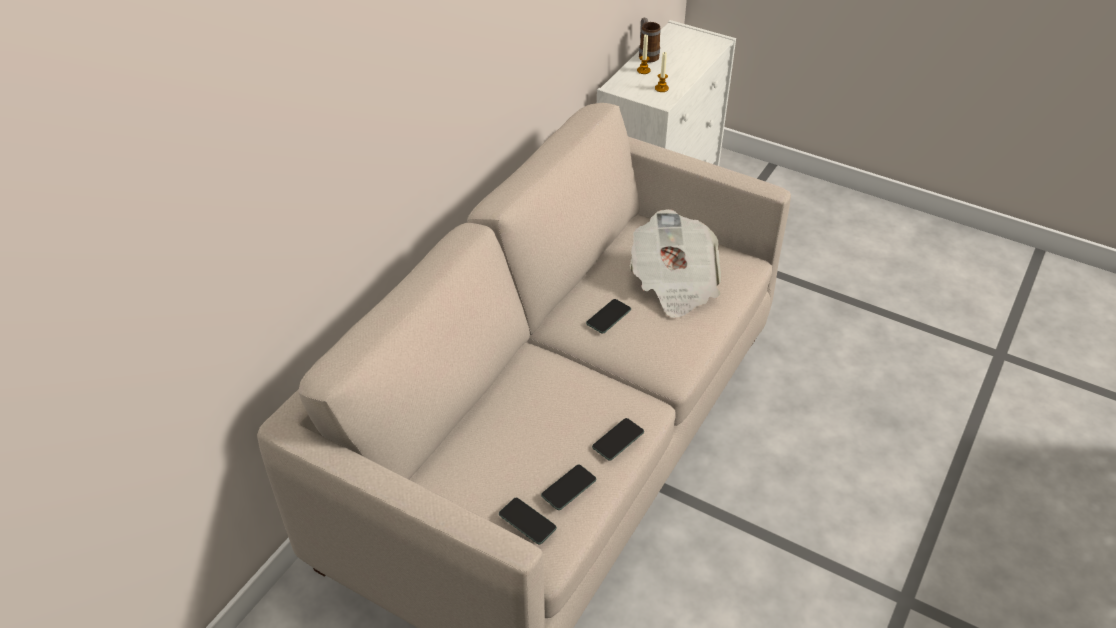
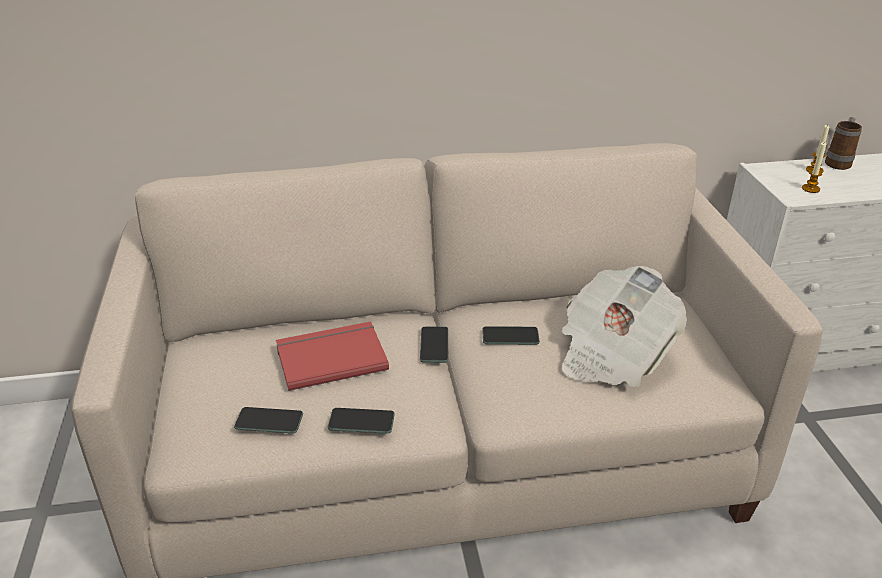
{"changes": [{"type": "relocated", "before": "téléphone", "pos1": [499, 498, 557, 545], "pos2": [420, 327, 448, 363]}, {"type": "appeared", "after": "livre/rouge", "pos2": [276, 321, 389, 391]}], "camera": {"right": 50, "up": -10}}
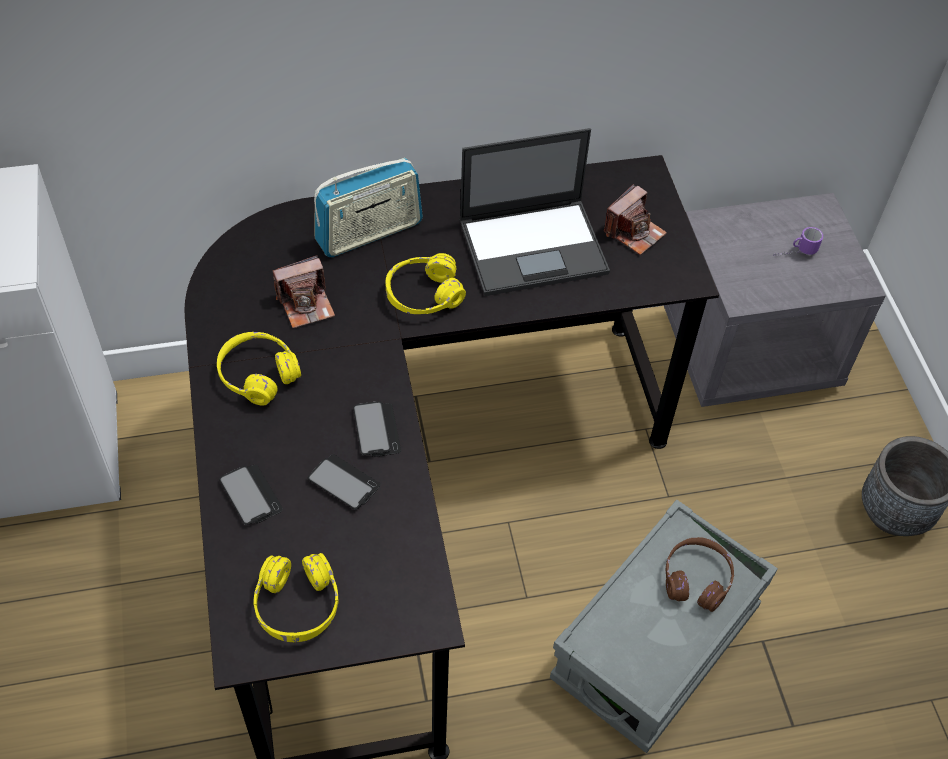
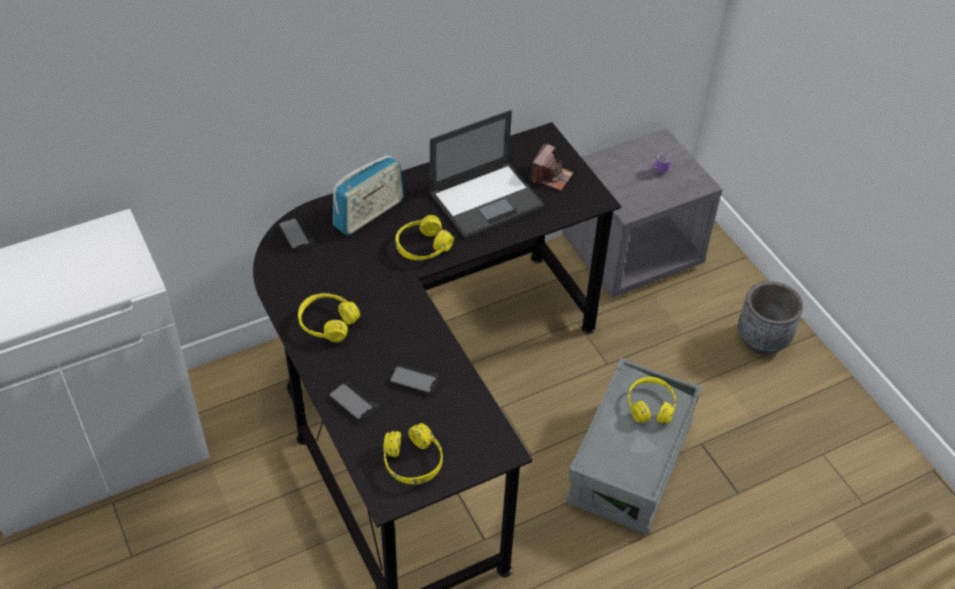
{"changes": [{"type": "missing", "before": "appareil photo", "pos1": [273, 255, 335, 328]}, {"type": "relocated", "before": "téléphone", "pos1": [353, 401, 401, 457], "pos2": [278, 218, 317, 250]}, {"type": "colour", "before": "casque audio/marron", "after": "casque audio/jaune", "pos1": [666, 537, 734, 612], "pos2": [628, 377, 676, 424]}], "camera": {"right": -15, "up": -5}}
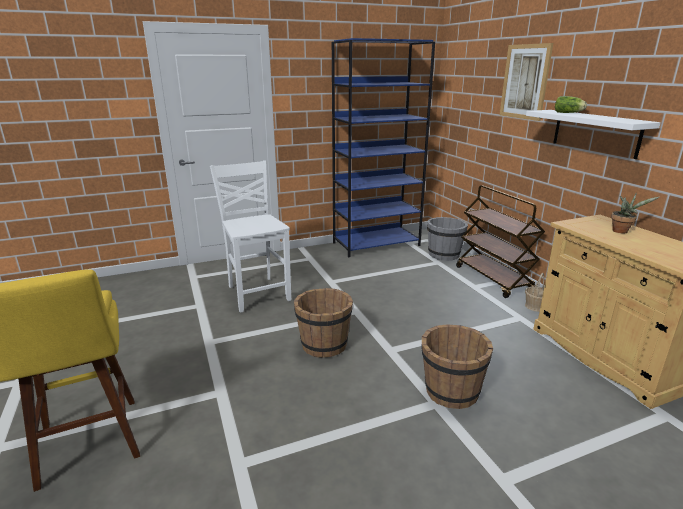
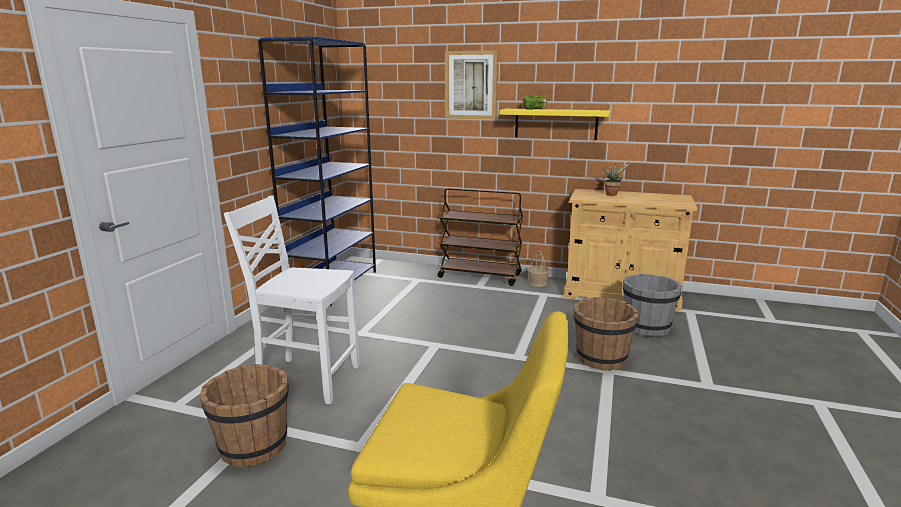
{"changes": [{"type": "relocated", "before": "seau/marron", "pos1": [294, 288, 353, 358], "pos2": [199, 364, 289, 467]}, {"type": "relocated", "before": "seau/gris", "pos1": [427, 217, 468, 261], "pos2": [623, 274, 682, 336]}, {"type": "colour", "before": "étagère/blanc", "after": "étagère/jaune", "pos1": [526, 110, 661, 159], "pos2": [500, 109, 611, 140]}], "camera": {"right": -50, "up": -5}}
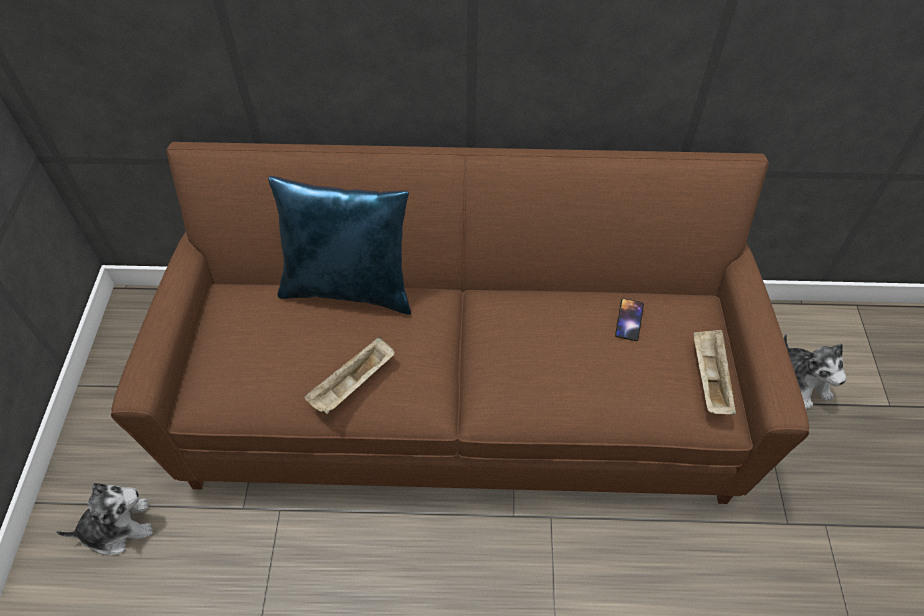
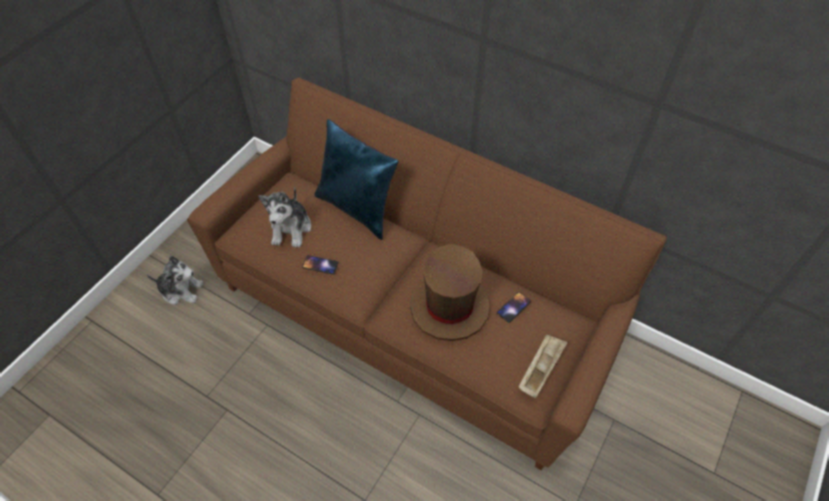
{"changes": [{"type": "exchanged", "before": "plateau/beige", "after": "téléphone", "pos1": [304, 337, 395, 414], "pos2": [302, 255, 338, 274]}, {"type": "relocated", "before": "peluche", "pos1": [784, 334, 847, 410], "pos2": [259, 187, 311, 248]}, {"type": "appeared", "after": "chapeau/marron", "pos2": [410, 244, 489, 341]}], "camera": {"right": 30, "up": 0}}
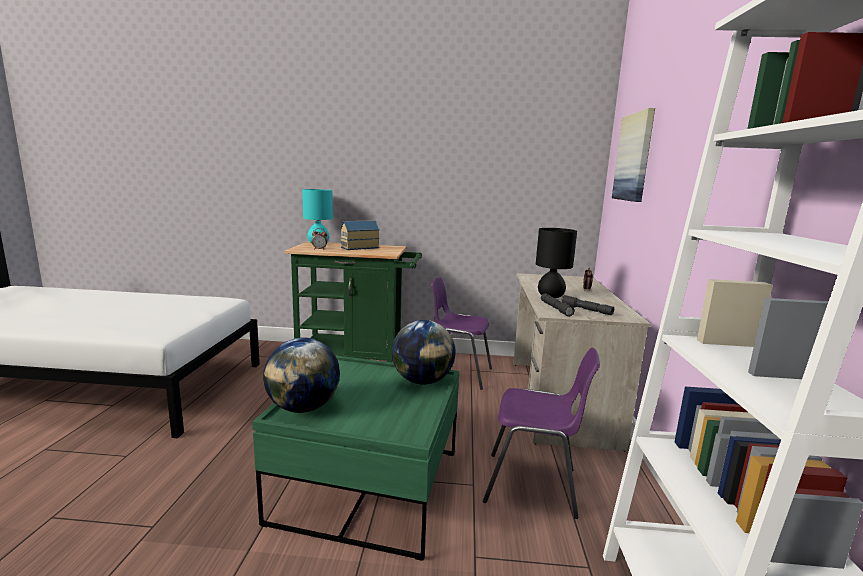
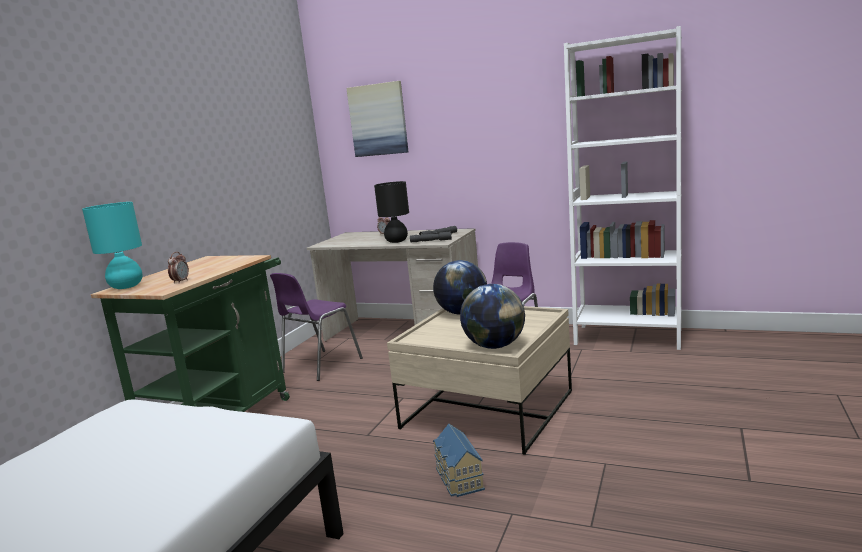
{"changes": [{"type": "colour", "before": "table basse/vert", "after": "table basse/beige", "pos1": [252, 355, 459, 561], "pos2": [387, 306, 572, 455]}, {"type": "relocated", "before": "maison miniature", "pos1": [341, 220, 379, 250], "pos2": [433, 424, 485, 497]}], "camera": {"right": -70, "up": 0}}
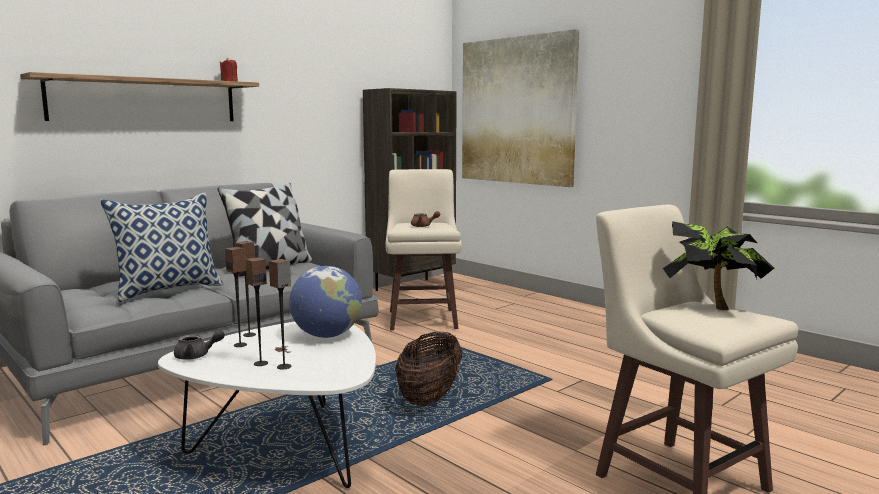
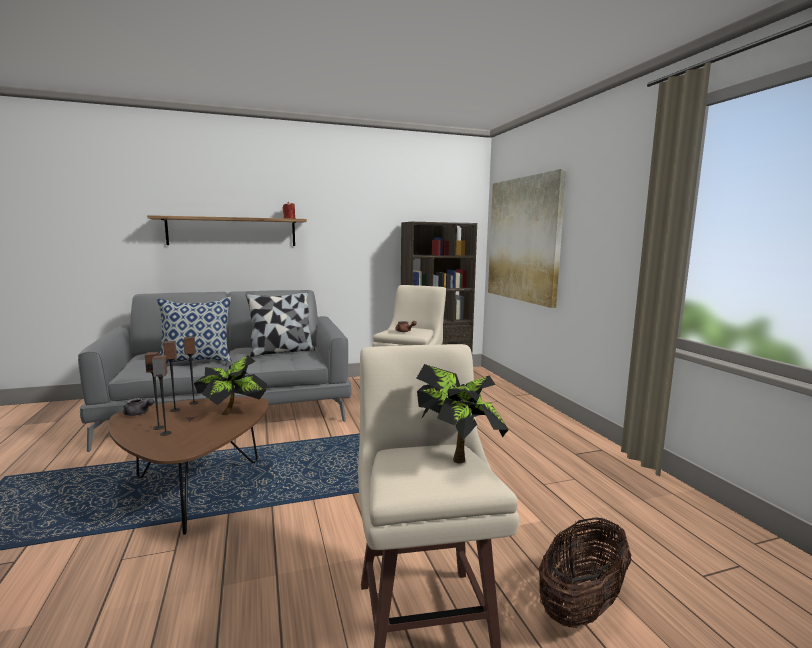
{"changes": [{"type": "colour", "before": "table basse/blanc", "after": "table basse/marron", "pos1": [158, 321, 376, 488], "pos2": [108, 397, 269, 535]}, {"type": "exchanged", "before": "globe", "after": "plante en pot", "pos1": [289, 266, 362, 338], "pos2": [194, 355, 267, 415]}, {"type": "relocated", "before": "panier", "pos1": [395, 332, 462, 406], "pos2": [539, 517, 631, 628]}], "camera": {"right": 25, "up": 0}}
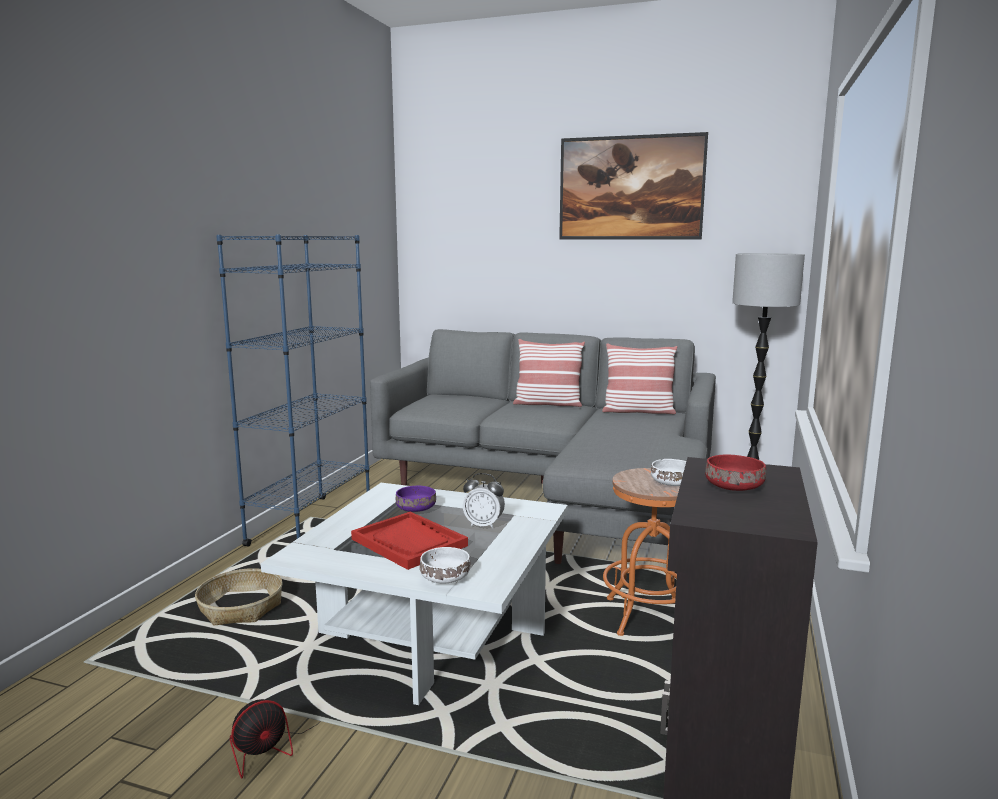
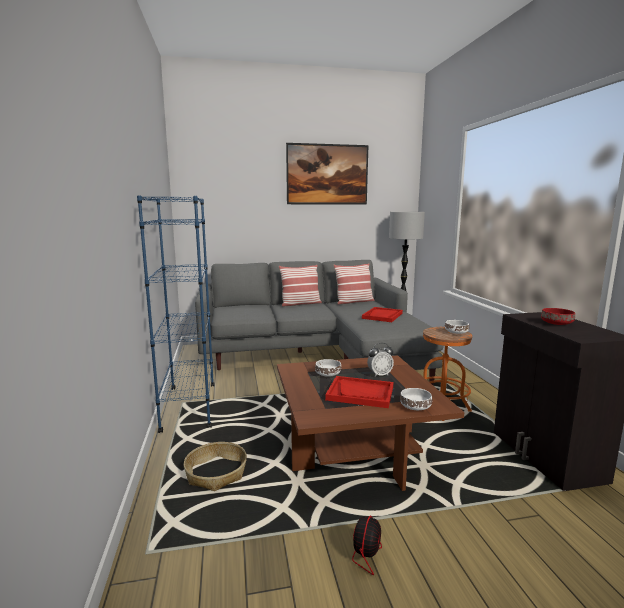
{"changes": [{"type": "colour", "before": "table basse/blanc", "after": "table basse/marron", "pos1": [261, 483, 568, 705], "pos2": [277, 355, 464, 491]}, {"type": "colour", "before": "bol/violet", "after": "bol/blanc", "pos1": [396, 486, 436, 512], "pos2": [315, 359, 341, 377]}, {"type": "appeared", "after": "plateau/rouge", "pos2": [362, 307, 403, 322]}], "camera": {"right": -30, "up": 0}}
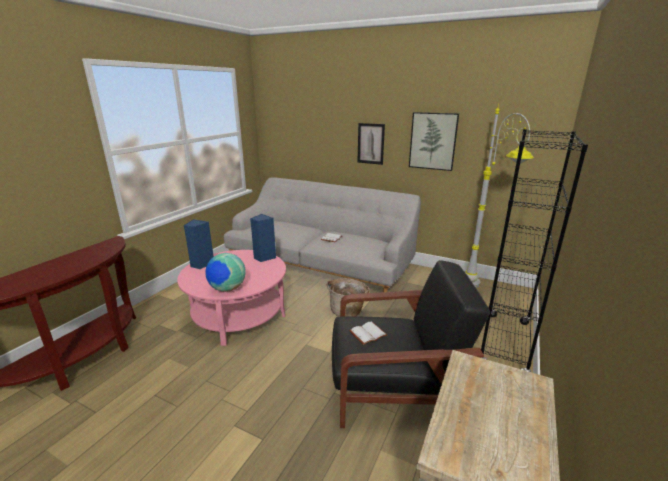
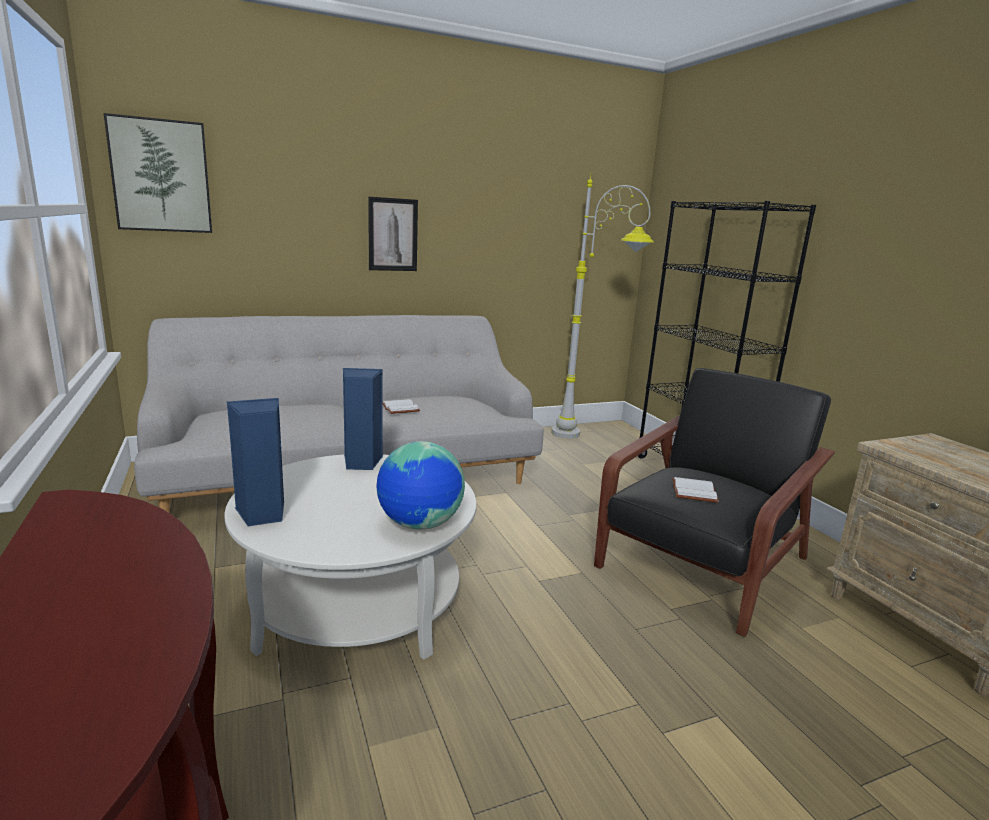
{"changes": [{"type": "colour", "before": "table basse/rose", "after": "table basse/blanc", "pos1": [177, 250, 286, 346], "pos2": [224, 454, 477, 660]}, {"type": "missing", "before": "panier", "pos1": [327, 278, 369, 316]}, {"type": "relocated", "before": "tableau", "pos1": [409, 112, 459, 171], "pos2": [104, 113, 212, 233]}], "camera": {"right": -50, "up": -5}}
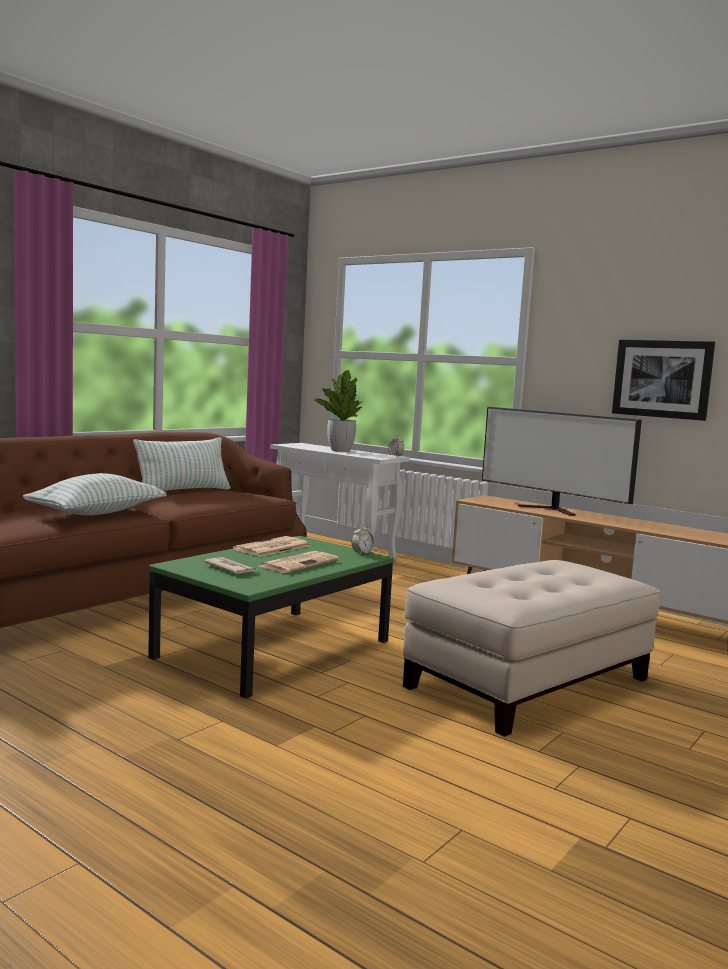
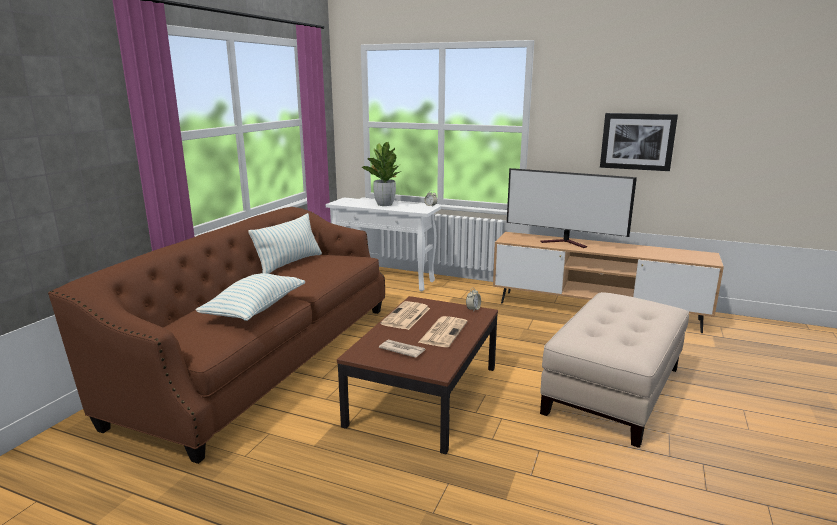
{"changes": [{"type": "colour", "before": "table basse/vert", "after": "table basse/marron", "pos1": [148, 536, 394, 699], "pos2": [337, 296, 498, 454]}], "camera": {"right": -15, "up": 10}}
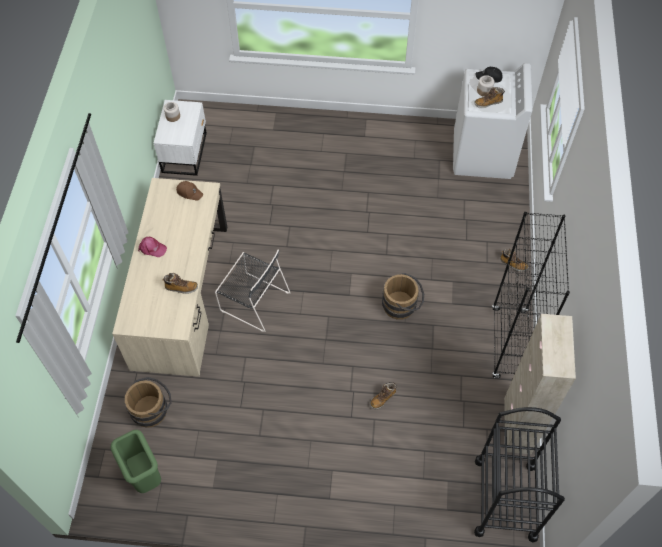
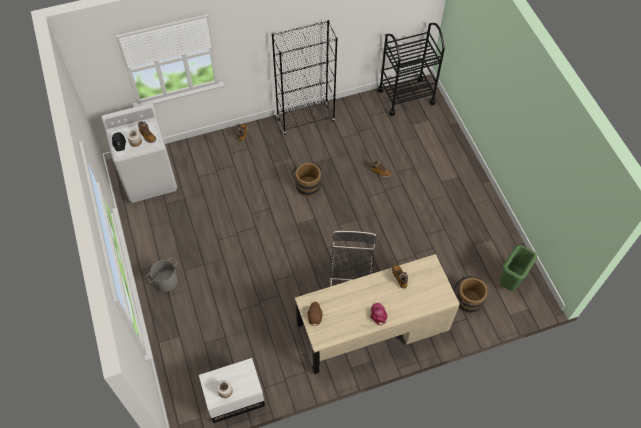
{"changes": [{"type": "missing", "before": "meuble de rangement/beige", "pos1": [504, 314, 576, 454]}, {"type": "appeared", "after": "seau/gris", "pos2": [146, 257, 178, 292]}], "camera": {"right": -115, "up": 0}}
